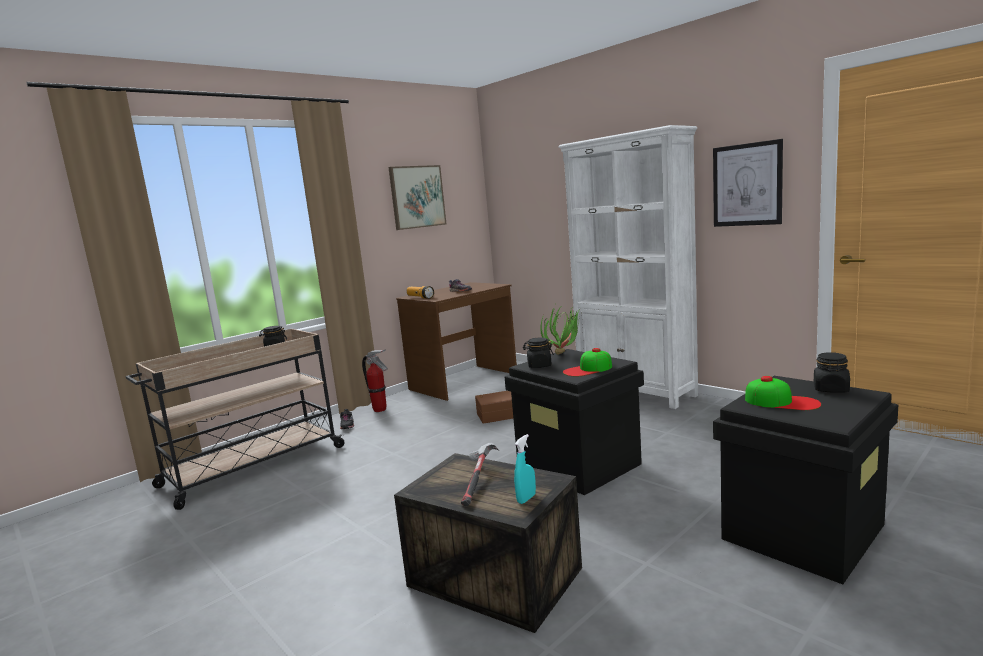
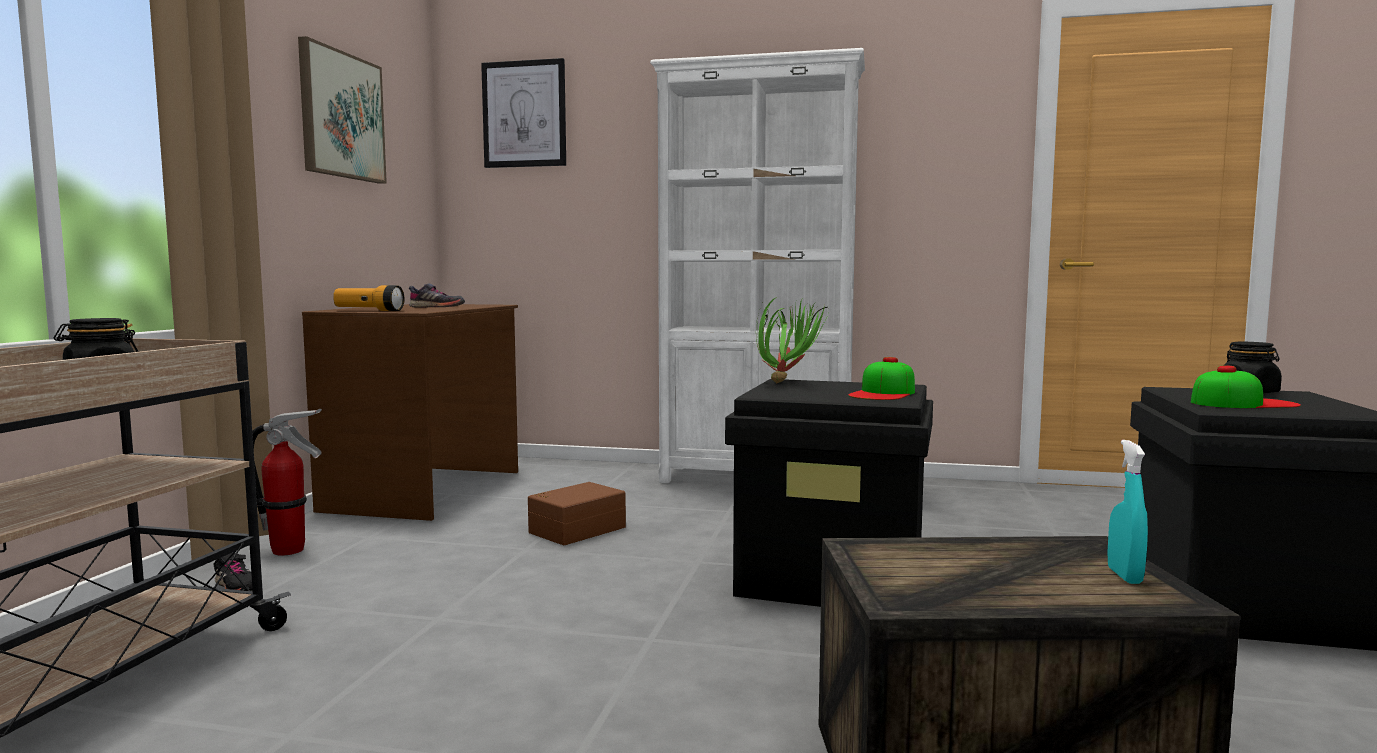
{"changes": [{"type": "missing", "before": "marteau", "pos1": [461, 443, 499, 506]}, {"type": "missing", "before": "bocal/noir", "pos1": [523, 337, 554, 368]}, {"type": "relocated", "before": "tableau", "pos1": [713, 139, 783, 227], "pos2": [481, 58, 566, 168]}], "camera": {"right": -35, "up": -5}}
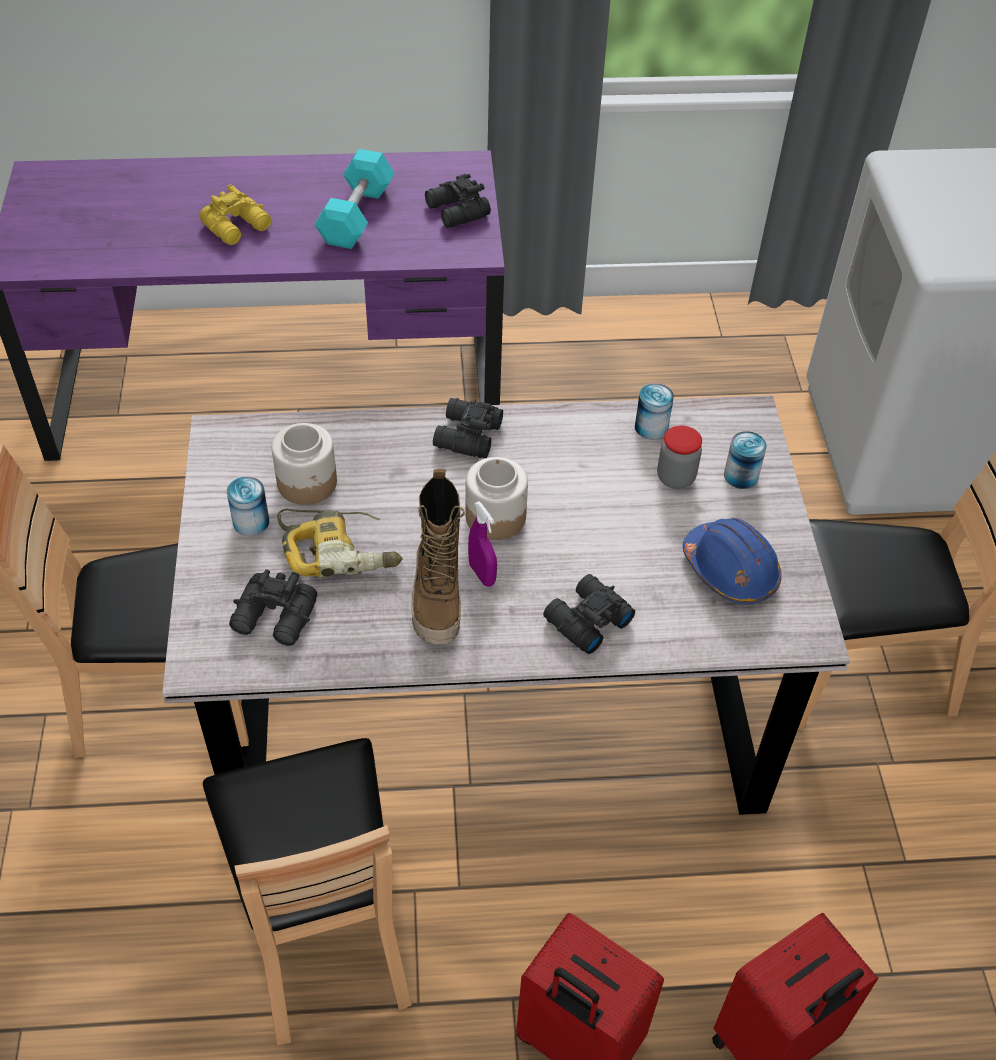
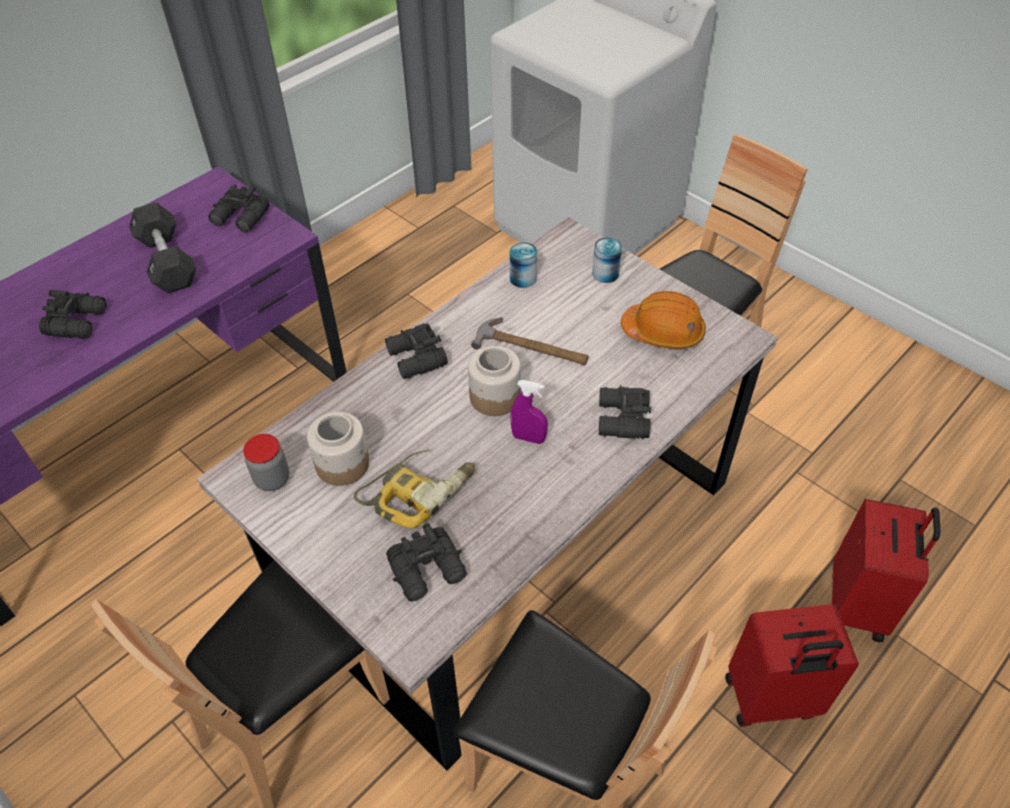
{"changes": [{"type": "colour", "before": "jumelles/jaune", "after": "jumelles/noir", "pos1": [199, 184, 271, 245], "pos2": [39, 290, 106, 339]}, {"type": "missing", "before": "boîte métallique", "pos1": [227, 476, 269, 536]}, {"type": "colour", "before": "haltère/turquoise", "after": "haltère/noir", "pos1": [314, 149, 394, 249], "pos2": [129, 202, 196, 293]}, {"type": "missing", "before": "botte", "pos1": [412, 469, 465, 644]}, {"type": "relocated", "before": "bocal", "pos1": [657, 426, 702, 489], "pos2": [243, 434, 289, 491]}, {"type": "colour", "before": "casque de chantier/bleu", "after": "casque de chantier/orange", "pos1": [683, 518, 782, 604], "pos2": [621, 291, 706, 349]}, {"type": "appeared", "after": "marteau", "pos2": [471, 317, 588, 365]}], "camera": {"right": -40, "up": 0}}
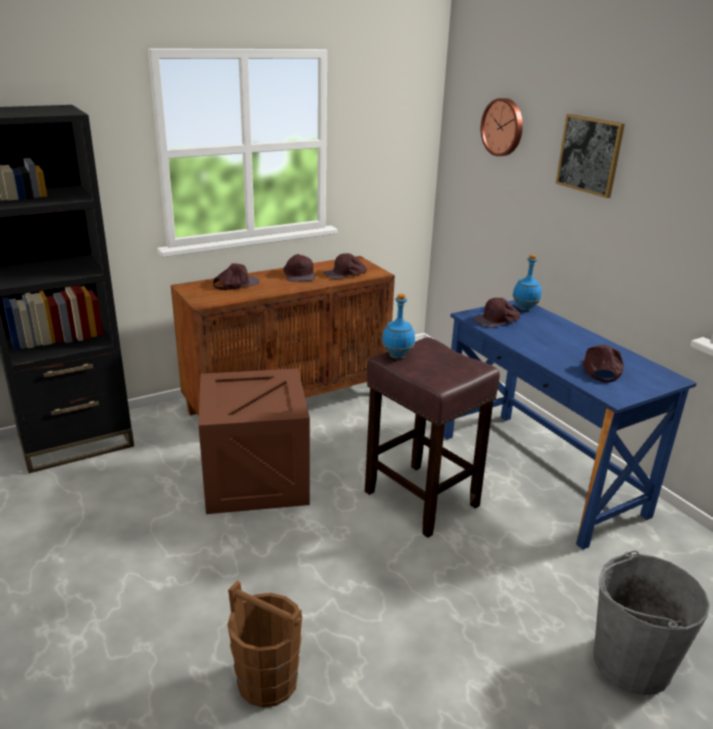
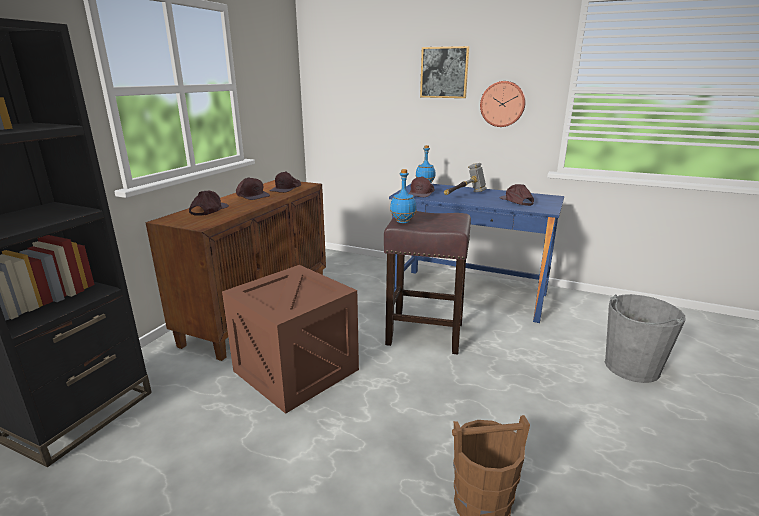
{"changes": [{"type": "relocated", "before": "horloge murale", "pos1": [481, 98, 523, 156], "pos2": [480, 81, 526, 127]}, {"type": "appeared", "after": "marteau", "pos2": [444, 163, 487, 195]}], "camera": {"right": -35, "up": -5}}
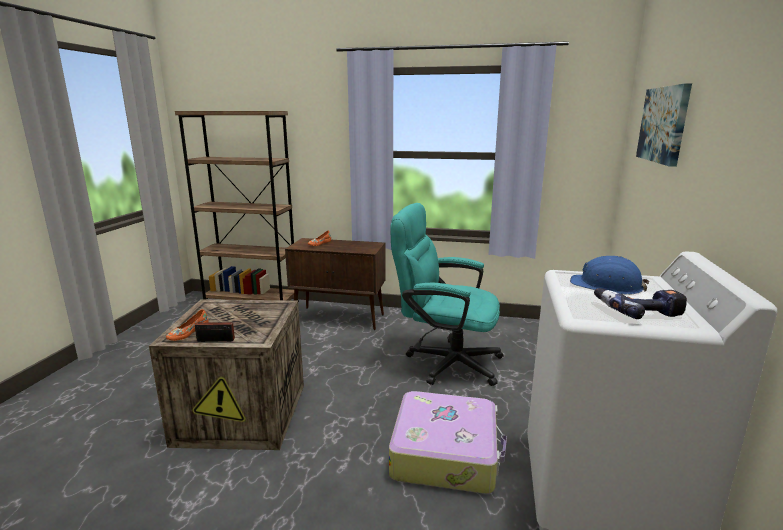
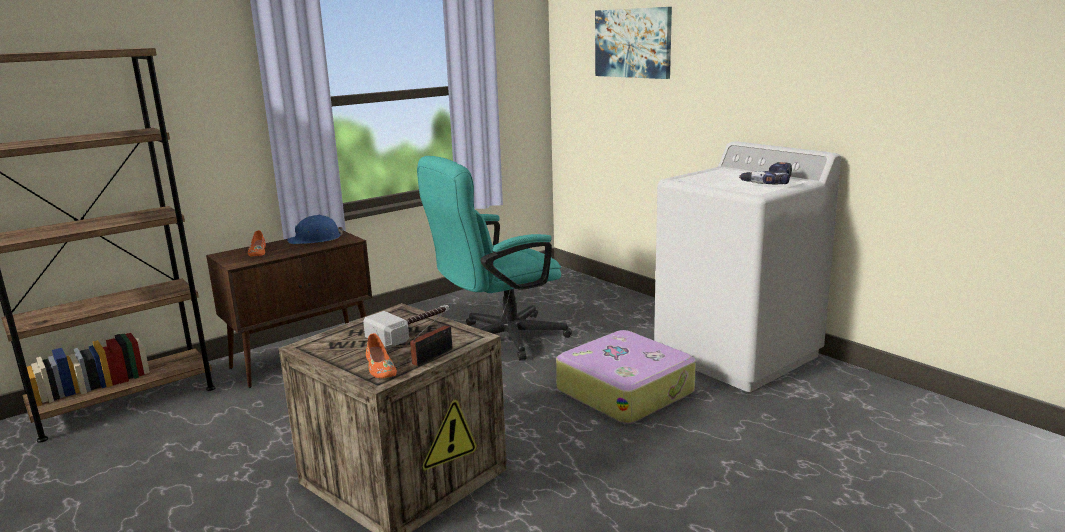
{"changes": [{"type": "relocated", "before": "casque de chantier/bleu", "pos1": [570, 256, 649, 295], "pos2": [287, 215, 343, 244]}, {"type": "appeared", "after": "marteau", "pos2": [363, 305, 449, 348]}], "camera": {"right": -50, "up": 0}}
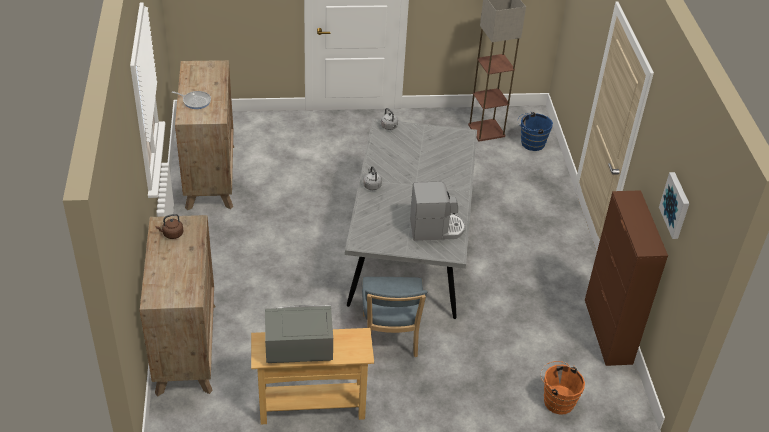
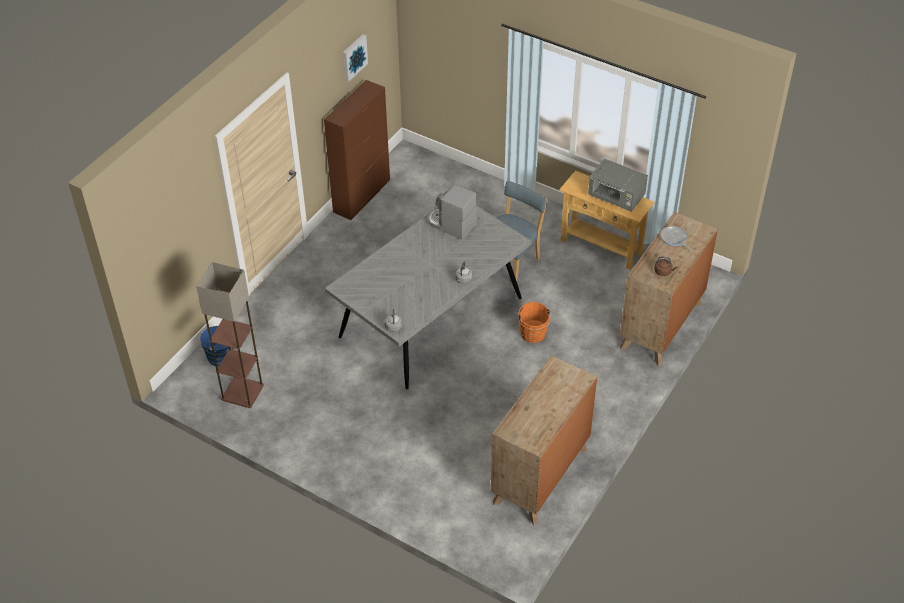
{"changes": [{"type": "relocated", "before": "poêle", "pos1": [172, 91, 211, 109], "pos2": [660, 226, 692, 251]}, {"type": "relocated", "before": "seau/orange", "pos1": [541, 361, 585, 415], "pos2": [517, 302, 551, 343]}], "camera": {"right": -140, "up": 5}}
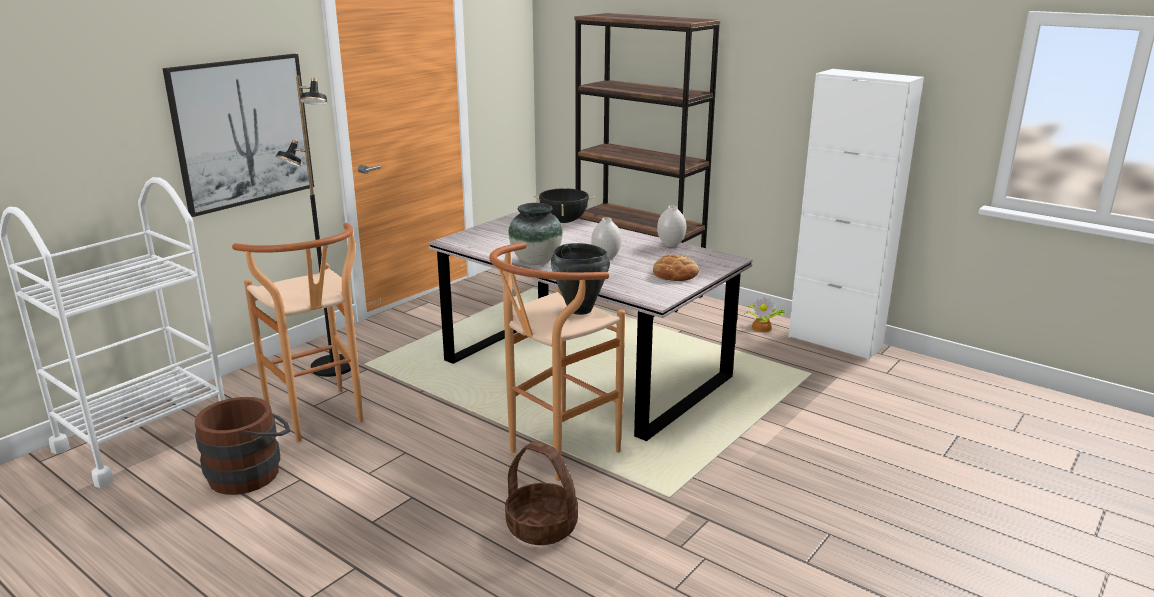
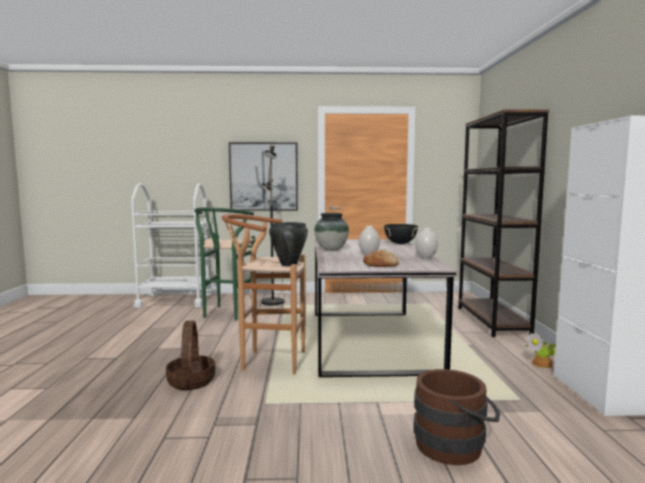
{"changes": [{"type": "relocated", "before": "seau/marron", "pos1": [195, 397, 290, 495], "pos2": [413, 369, 500, 465]}, {"type": "colour", "before": "tabouret/marron", "after": "tabouret/vert", "pos1": [232, 223, 363, 442], "pos2": [194, 208, 255, 320]}], "camera": {"right": 50, "up": -15}}
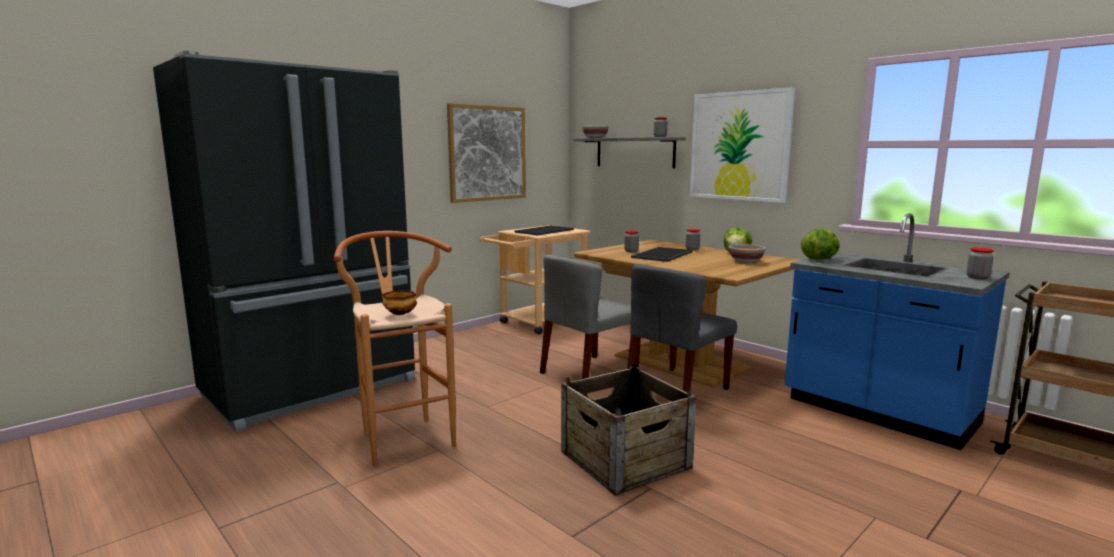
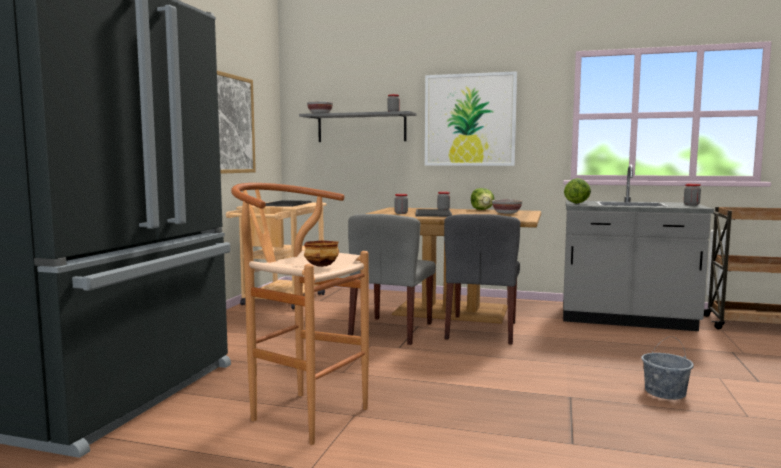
{"changes": [{"type": "missing", "before": "caisse", "pos1": [561, 363, 696, 496]}, {"type": "colour", "before": "comptoir de cuisine/bleu", "after": "comptoir de cuisine/gris", "pos1": [785, 213, 1010, 450], "pos2": [563, 164, 714, 331]}, {"type": "appeared", "after": "seau/gris", "pos2": [641, 336, 694, 400]}], "camera": {"right": -30, "up": -5}}
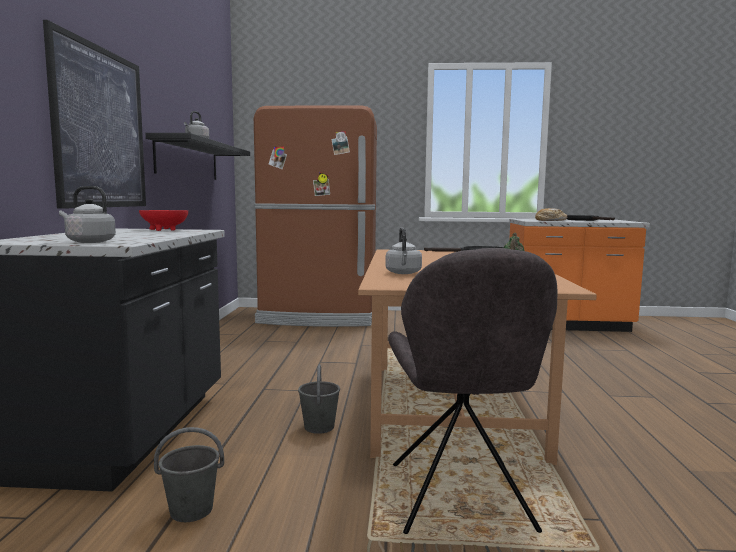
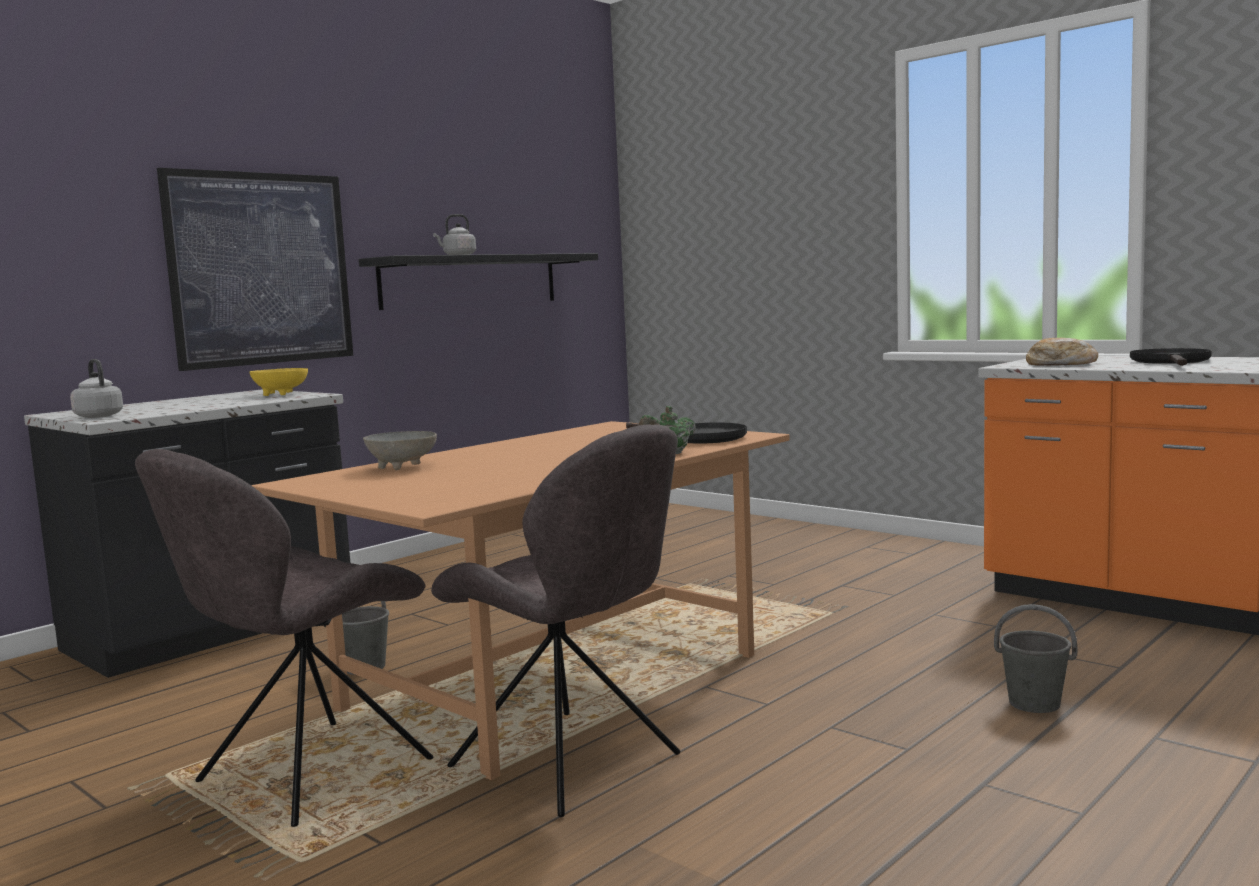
{"changes": [{"type": "colour", "before": "bol/rouge", "after": "bol/jaune", "pos1": [139, 210, 188, 231], "pos2": [250, 368, 308, 396]}, {"type": "relocated", "before": "seau/gris", "pos1": [154, 427, 224, 522], "pos2": [994, 604, 1077, 713]}, {"type": "missing", "before": "réfrigérateur/marron", "pos1": [254, 106, 377, 327]}, {"type": "exchanged", "before": "bouilloire/gris", "after": "bol/gris", "pos1": [385, 227, 422, 274], "pos2": [363, 431, 437, 470]}, {"type": "appeared", "after": "chaise/gris", "pos2": [431, 424, 680, 817]}], "camera": {"right": 40, "up": 0}}
